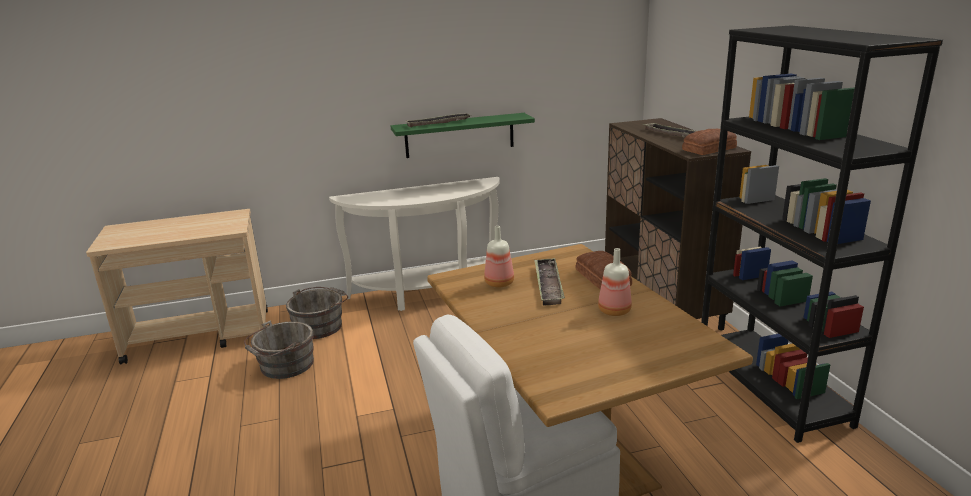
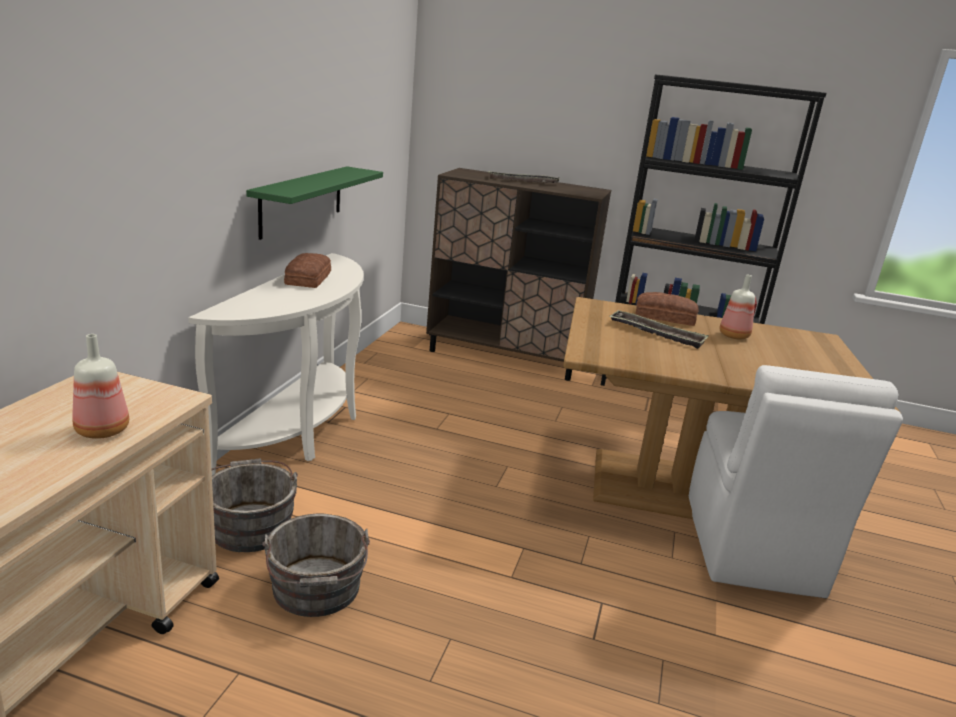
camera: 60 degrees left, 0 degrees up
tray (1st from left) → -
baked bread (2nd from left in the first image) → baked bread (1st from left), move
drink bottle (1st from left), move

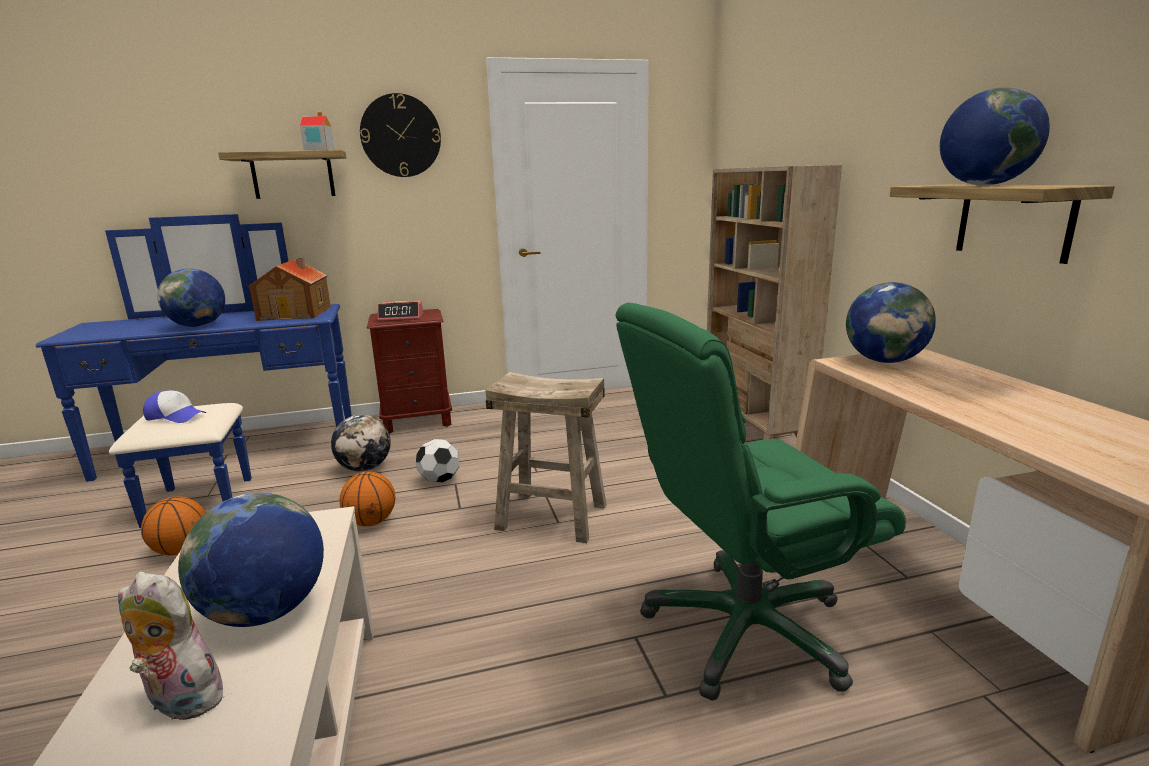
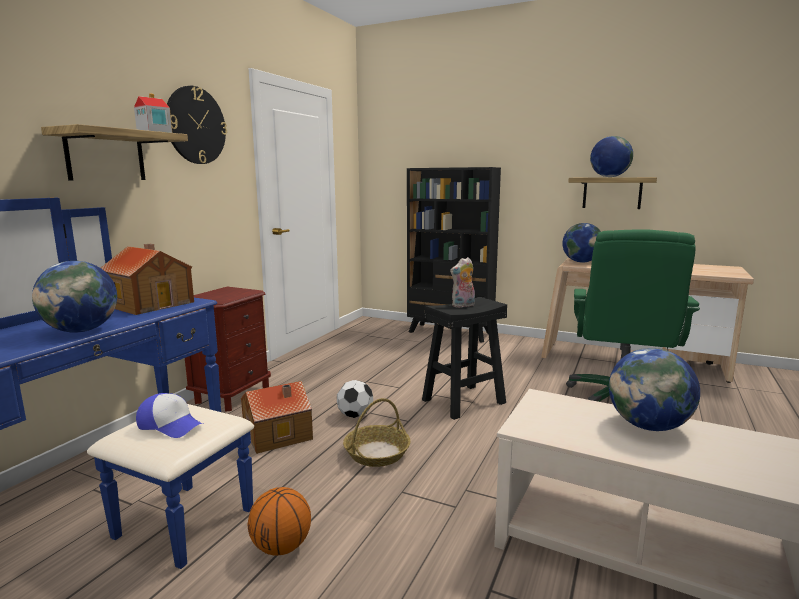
camera: 50 degrees left, 5 degrees down
beige bookcase → blackish bookcase
table clock → -
beige stool seat → blackish stool seat
baseball cap, 60 degrees clockwise
globe (3rd from left) → miniature house (3rd from left)
ball for basketball (2nd from left) → storage basket
soft toy, move

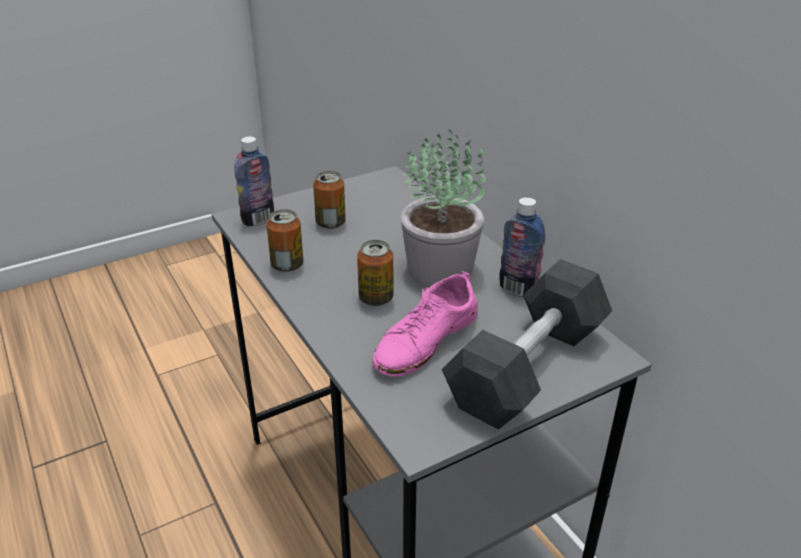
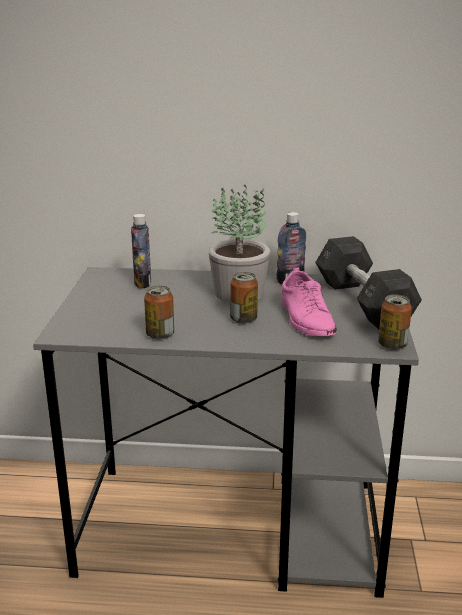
camera: 55 degrees left, 10 degrees down
drink bottle (1st from left), move
metal can (2nd from left in the first image) → metal can (3rd from left), move

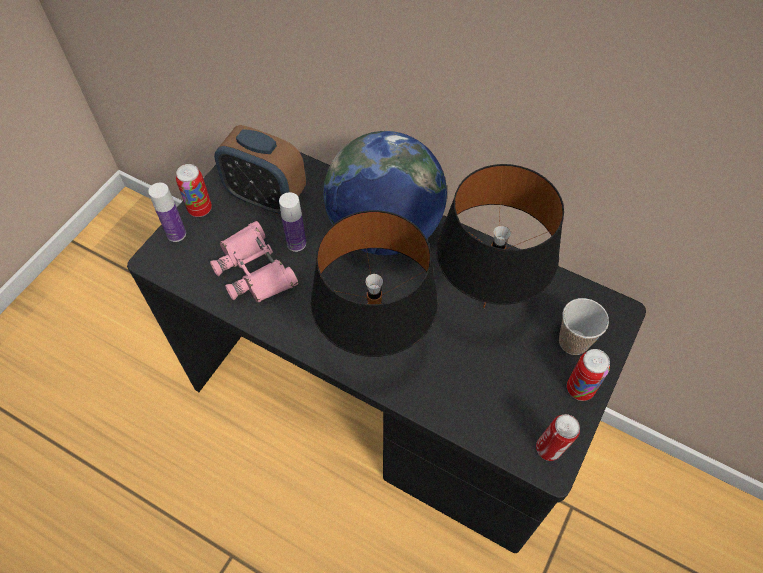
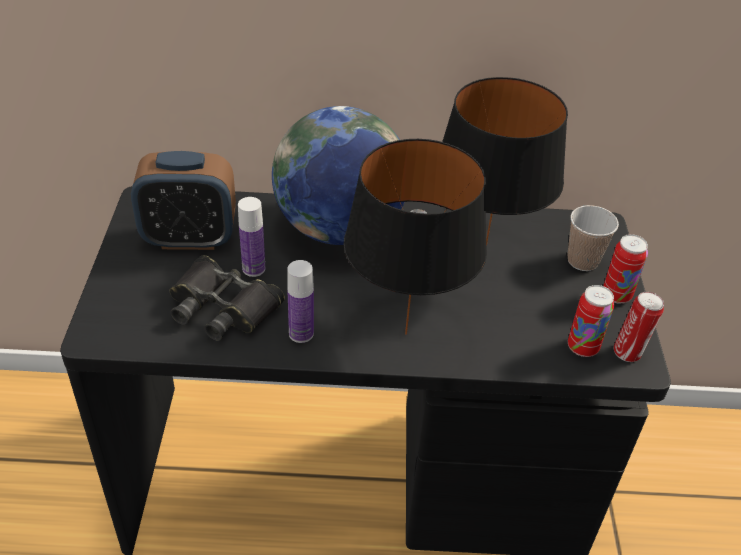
camera: 30 degrees left, 15 degrees down
metal can (1st from left), move
drink bottle (1st from left in the first image) → drink bottle (2nd from left), move
pink binoculars → blackish binoculars

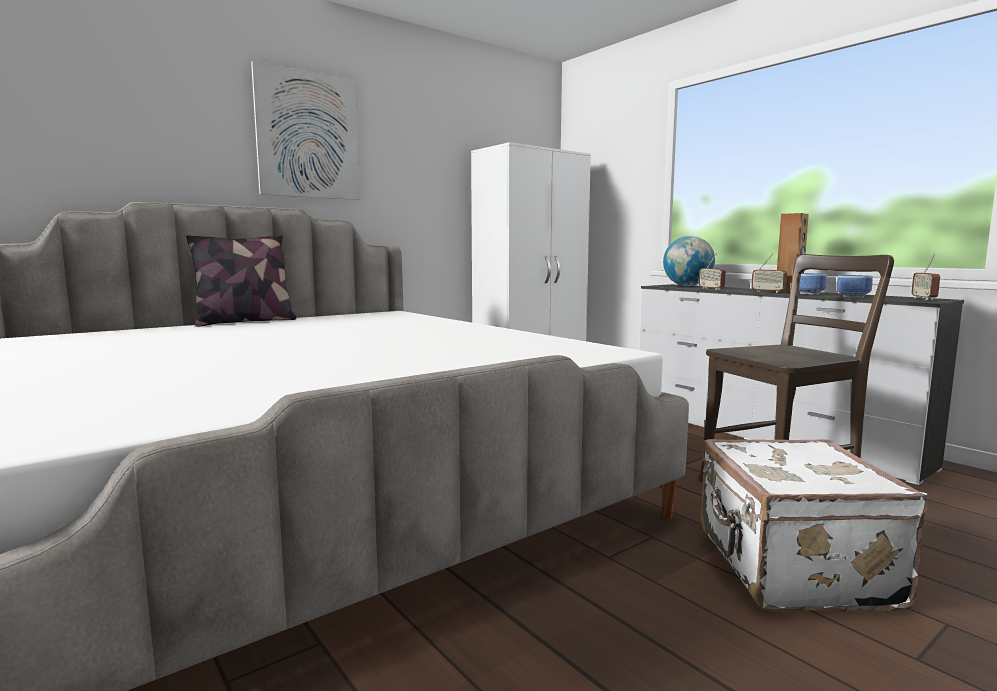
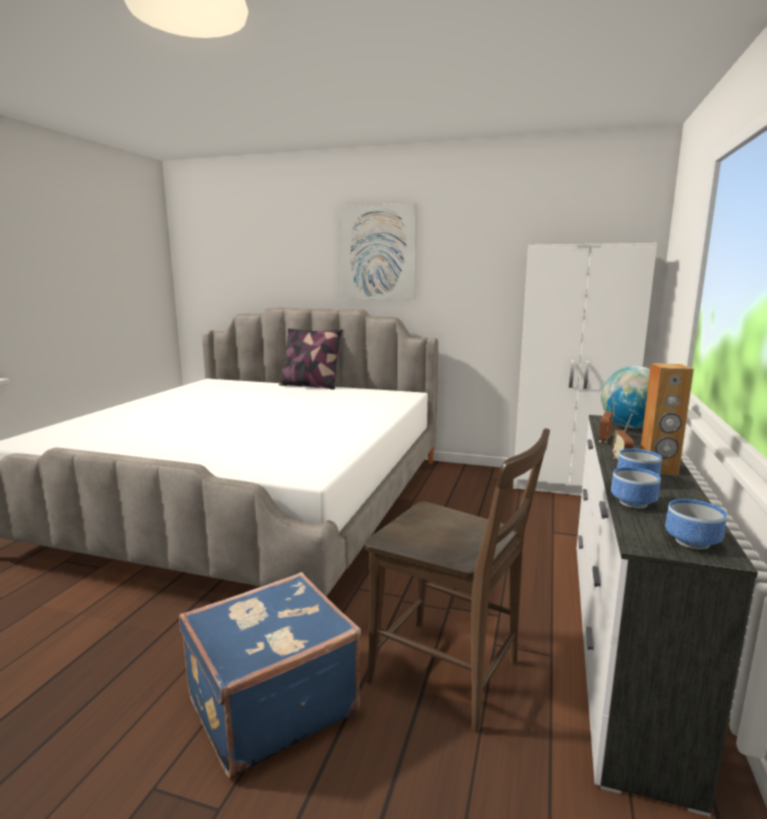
camera: 55 degrees right, 5 degrees up
radio receiver (3rd from left) → serving bowl (3rd from left)
white-coloured travel case → blue-coloured travel case

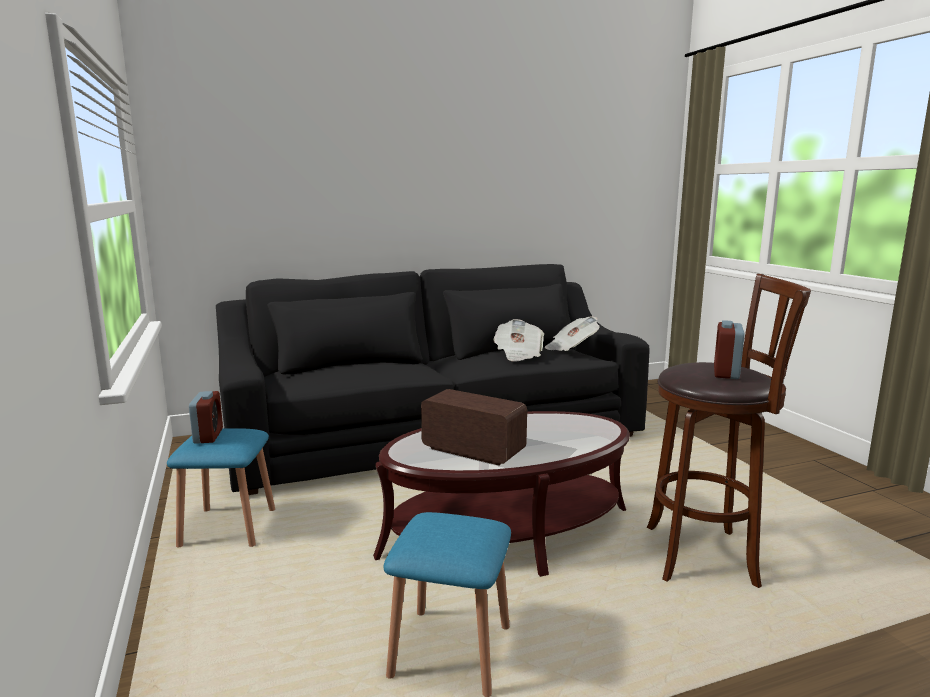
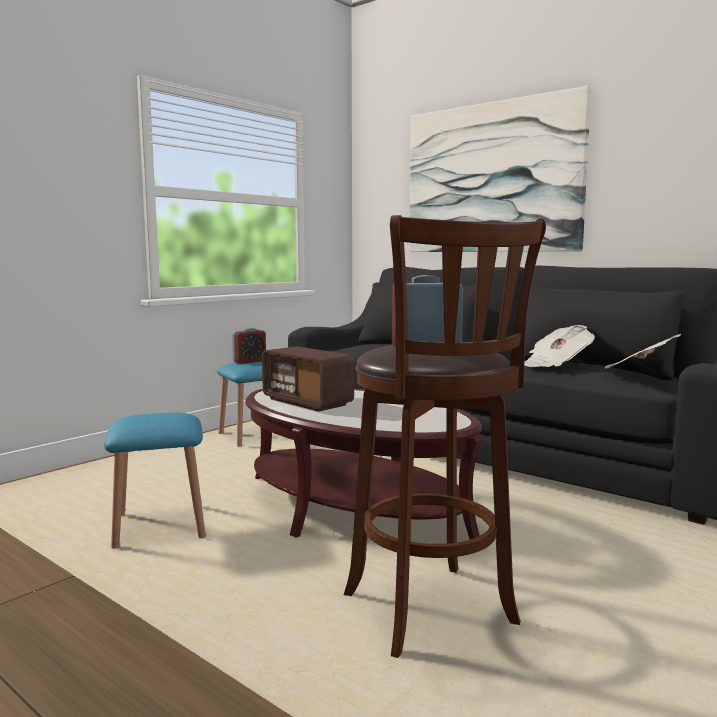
camera: 60 degrees right, 5 degrees down
radio receiver, 135 degrees clockwise
- → picture

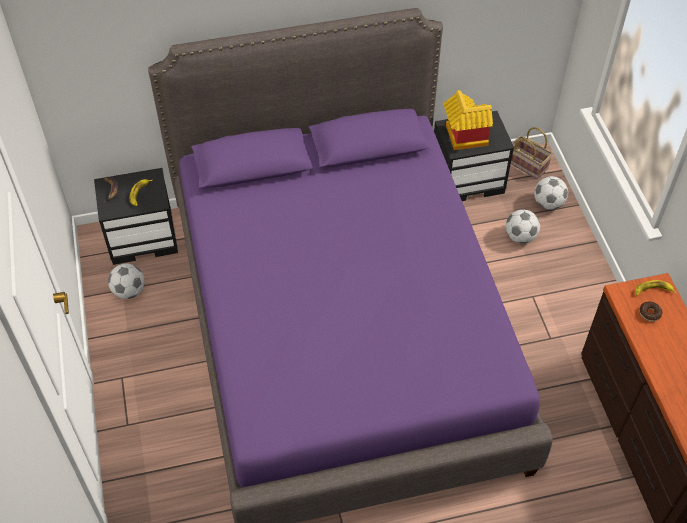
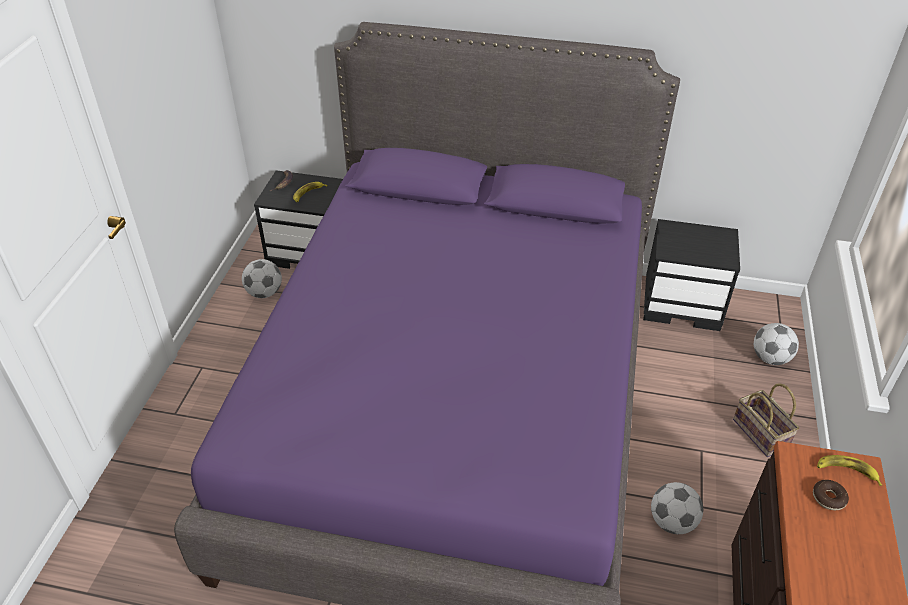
camera: 25 degrees right, 10 degrees down
miniature house → -
storage basket, move
ball for football (2nd from left), move

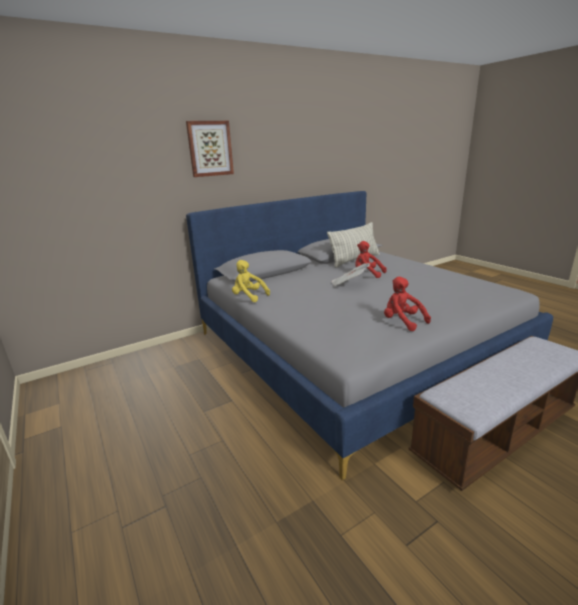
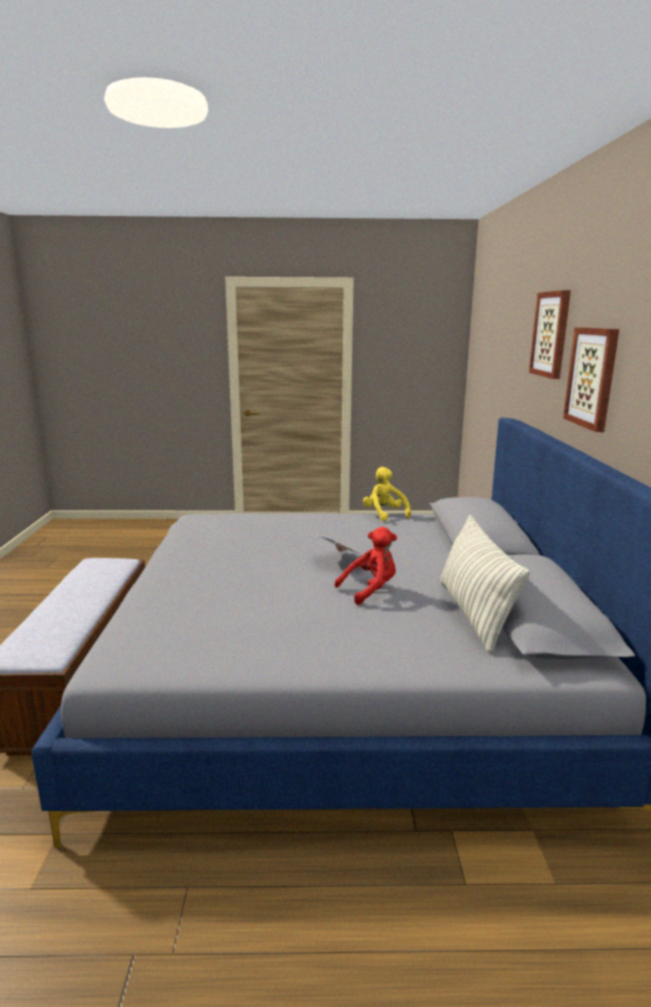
camera: 120 degrees right, 5 degrees down
yellow-coloured soft toy, 90 degrees counterclockwise
red-coloured soft toy (2nd from left) → -
- → picture (2nd from left)

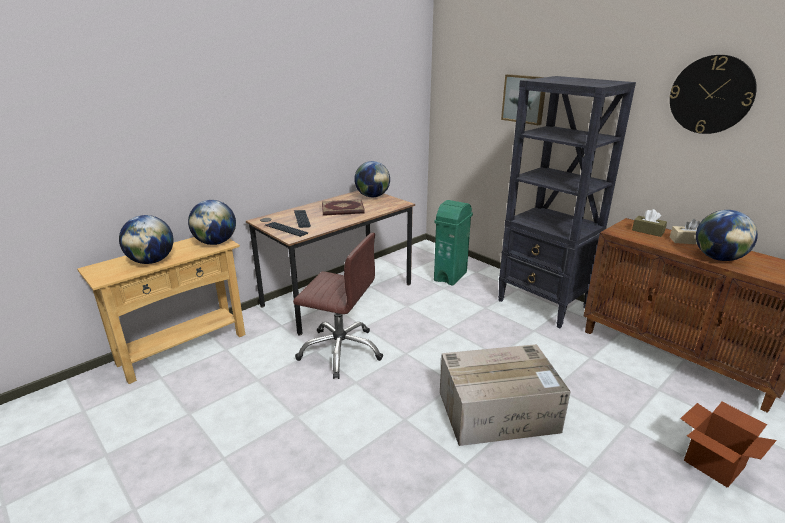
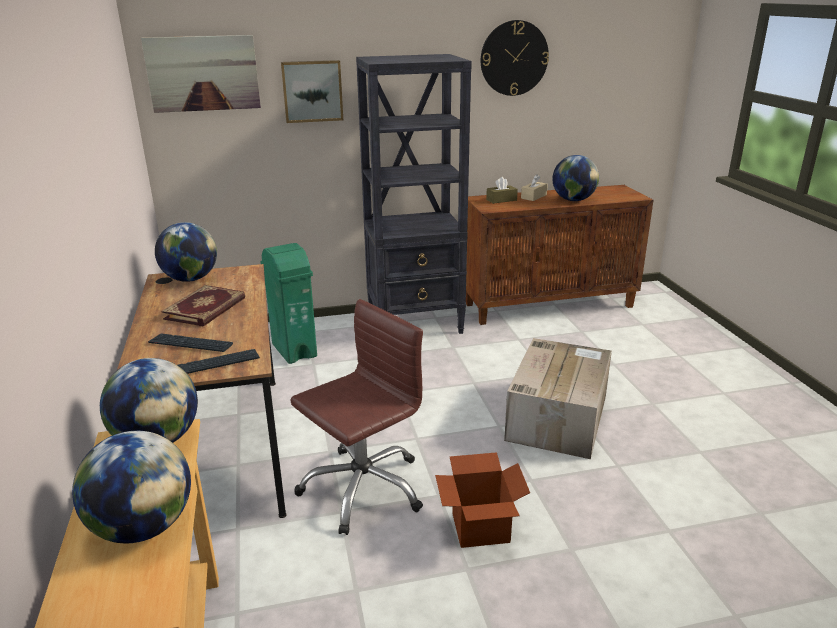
camera: 60 degrees left, 0 degrees up
packing box (2nd from left in the first image) → packing box (1st from left), move
- → picture (1st from left)

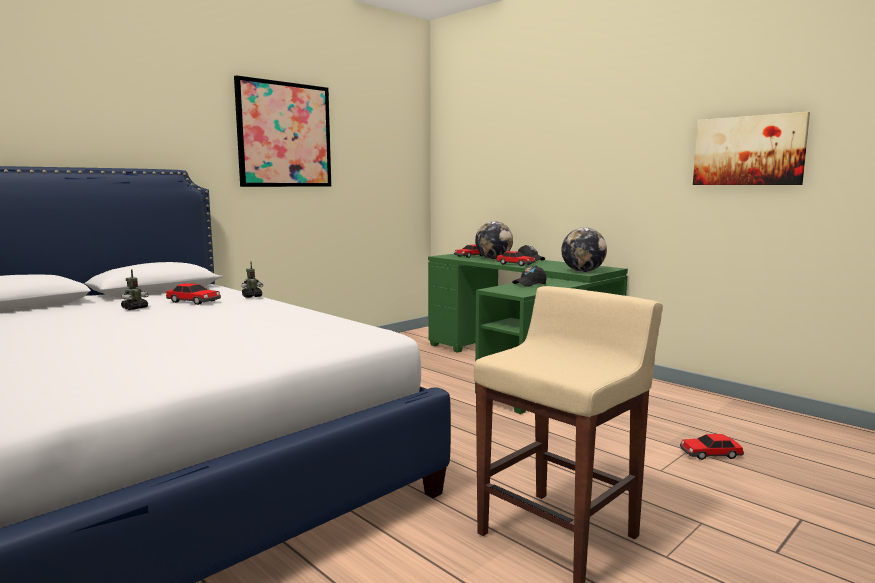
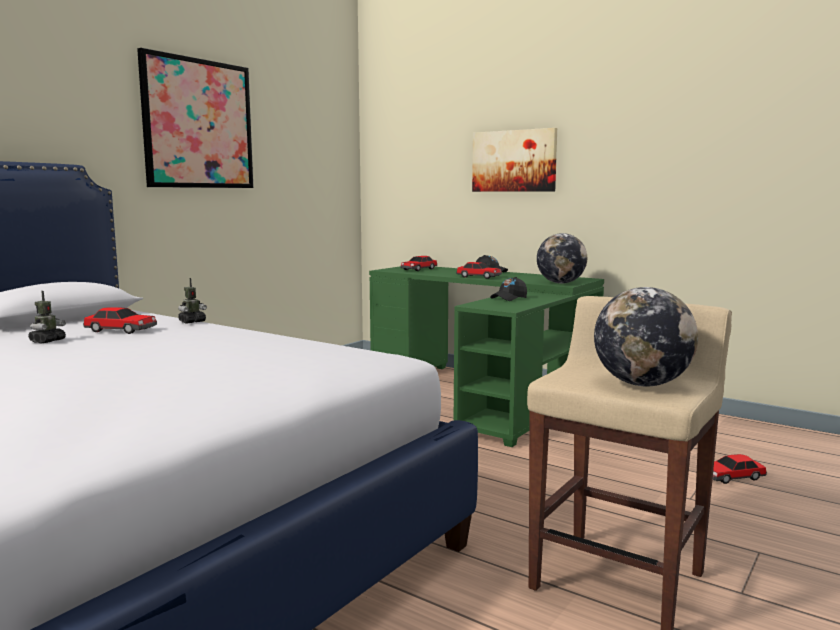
camera: 10 degrees left, 0 degrees up
picture (2nd from left), move
globe (1st from left in the first image) → globe (2nd from left), move

